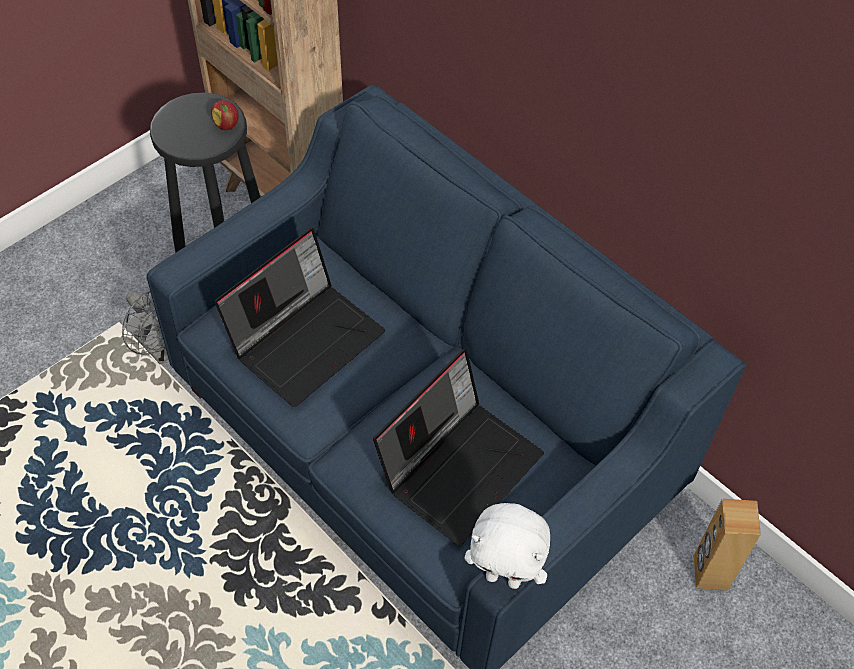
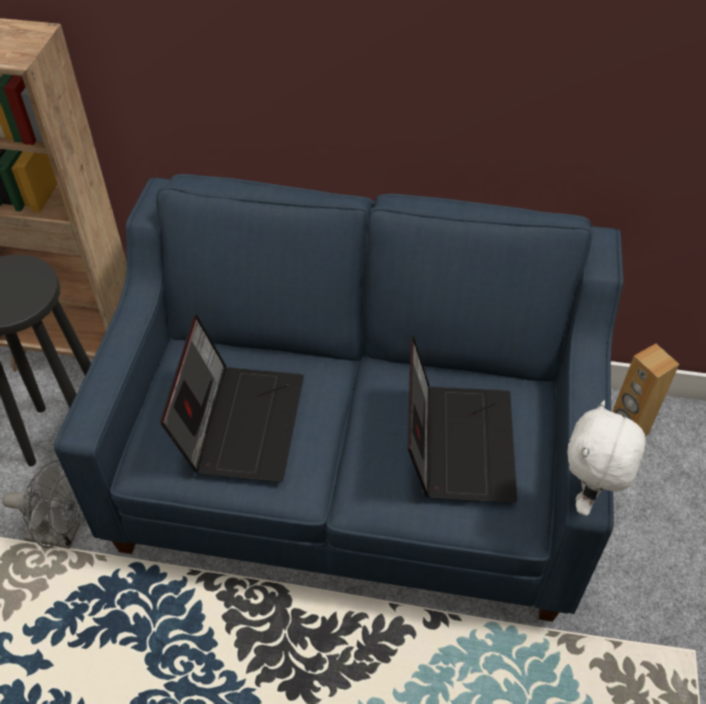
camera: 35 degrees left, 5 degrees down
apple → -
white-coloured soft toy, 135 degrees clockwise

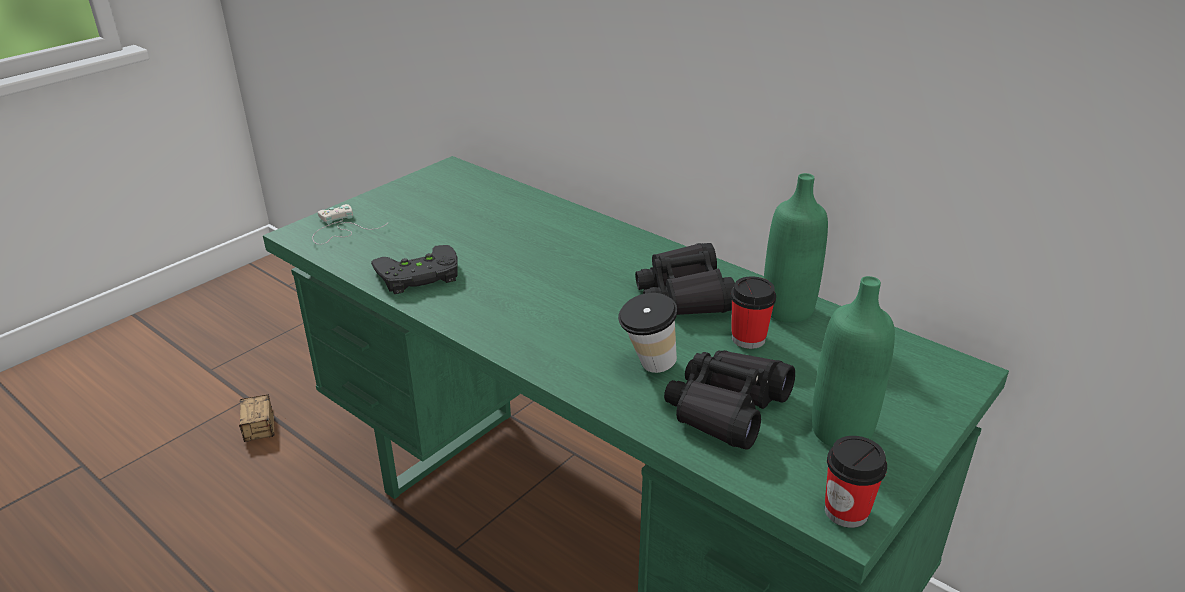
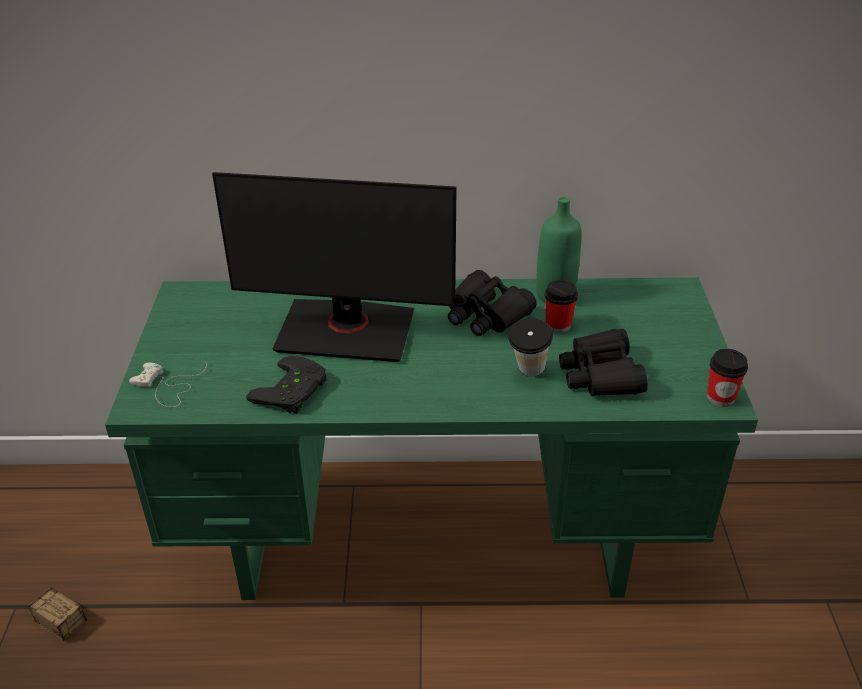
camera: 40 degrees left, 5 degrees up
green-coloured drink bottle (2nd from left) → -
- → computer display

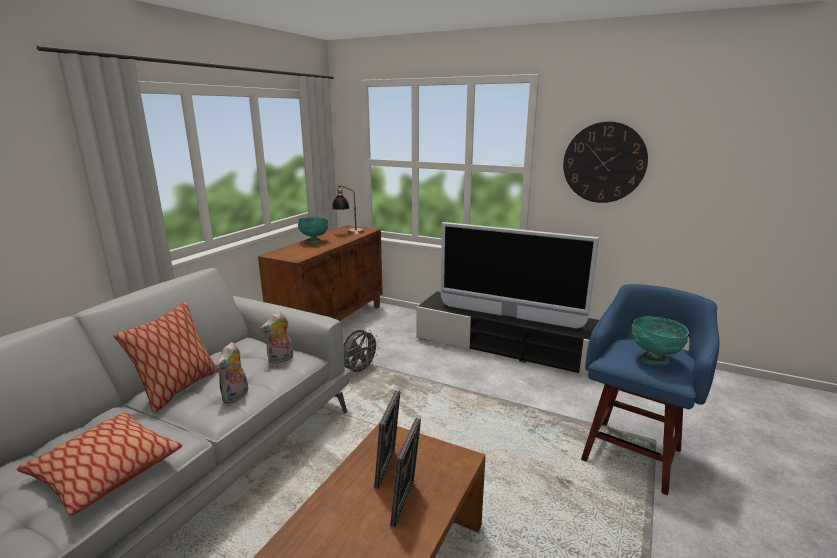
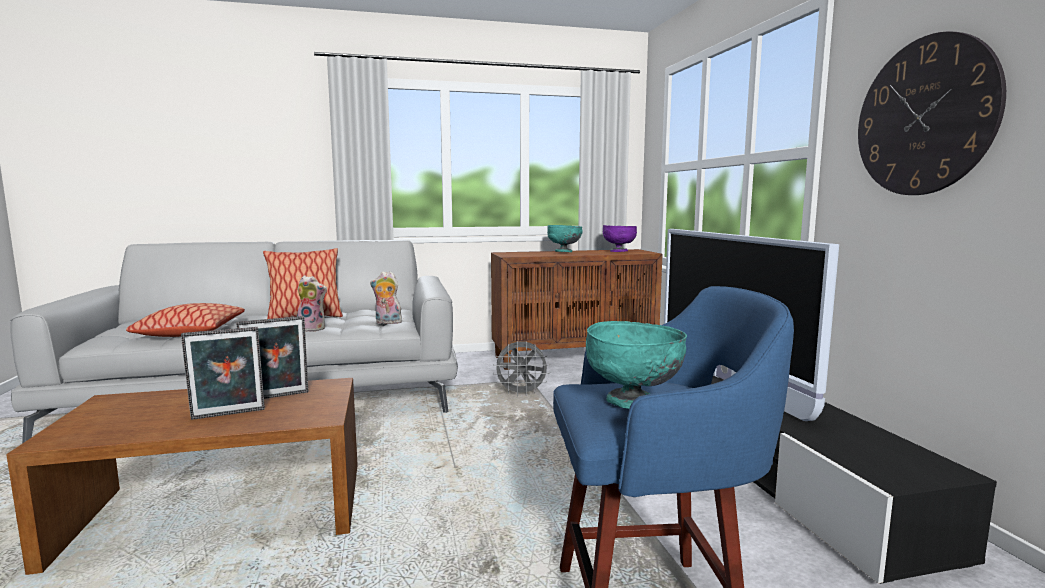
camera: 50 degrees right, 10 degrees down
lamp for a table → purplish serving bowl
soft toy (1st from left), 150 degrees counterclockwise

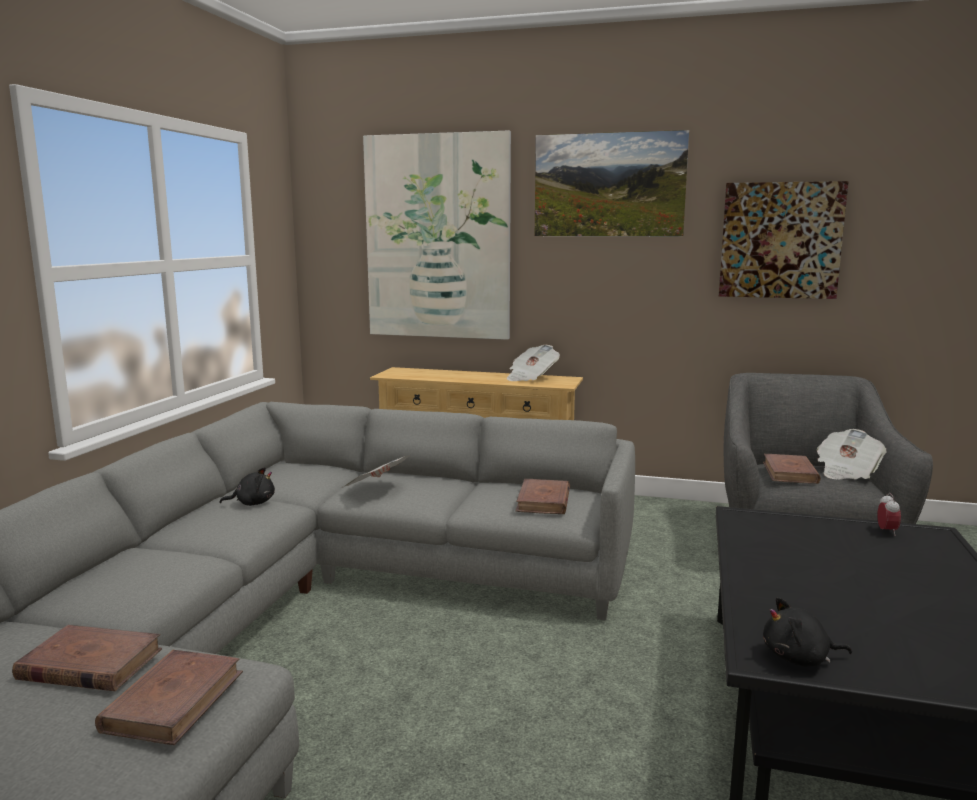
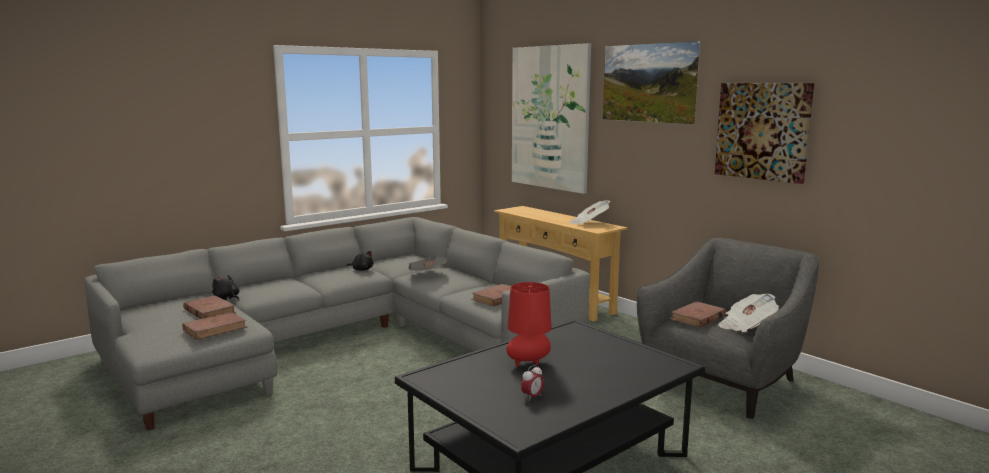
camera: 35 degrees right, 0 degrees up
table clock, move
blackish soft toy (2nd from left in the first image) → blackish soft toy (1st from left), move
- → red-coloured lamp for a table

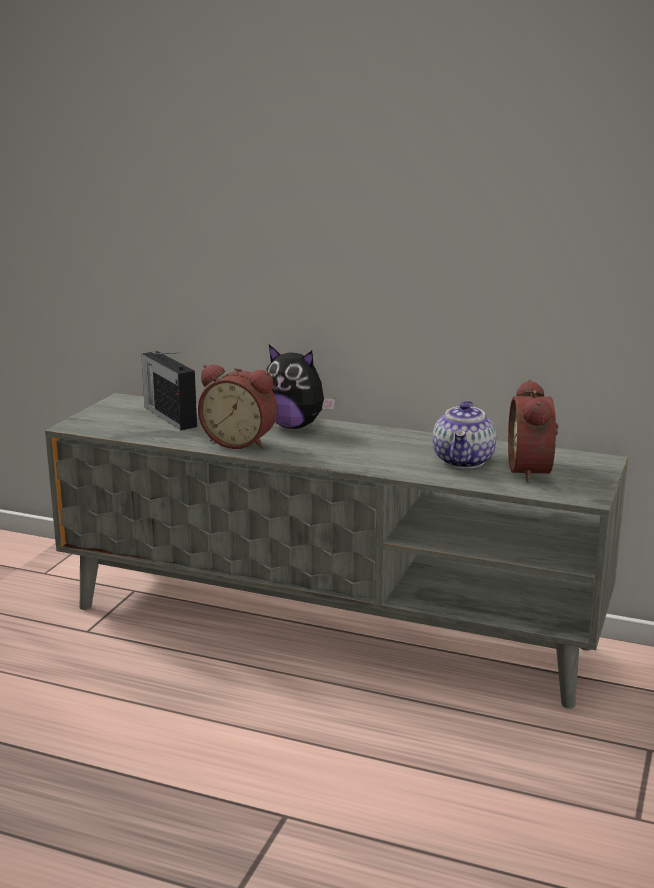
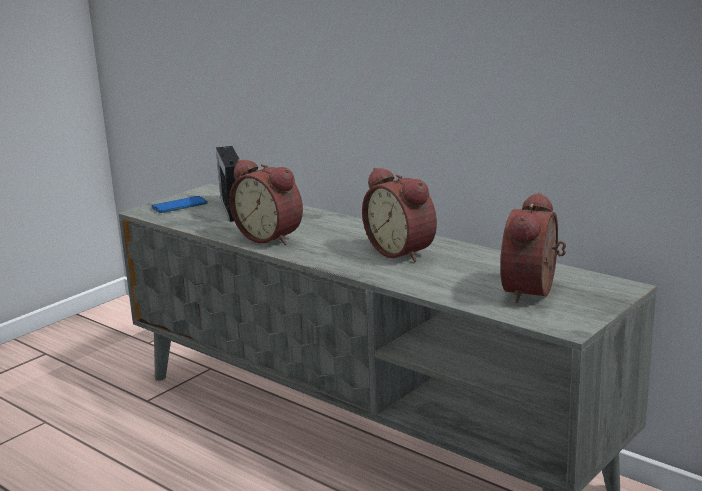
camera: 20 degrees right, 0 degrees up
soft toy → -
tea pot → -
- → table clock (2nd from left)
- → telephone

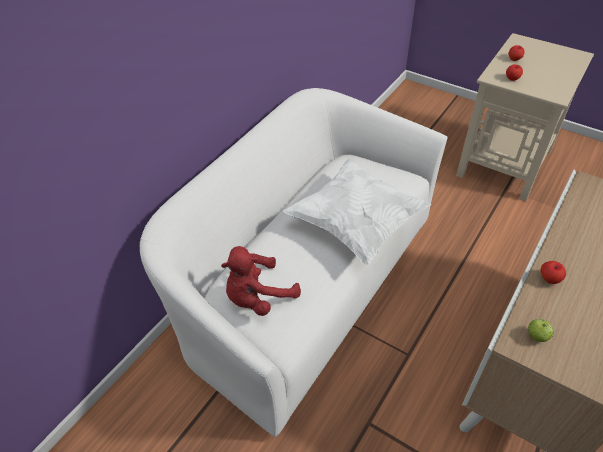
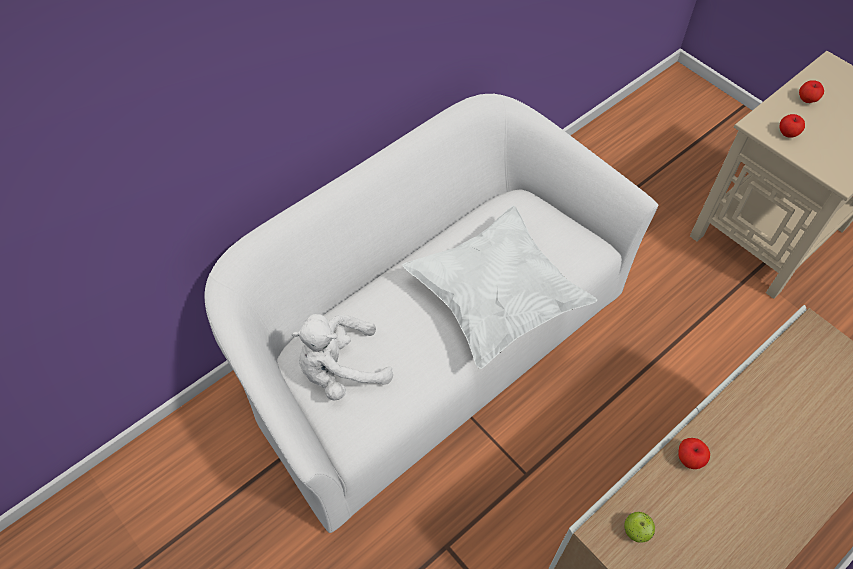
camera: 15 degrees right, 10 degrees up
red-coloured soft toy → white-coloured soft toy

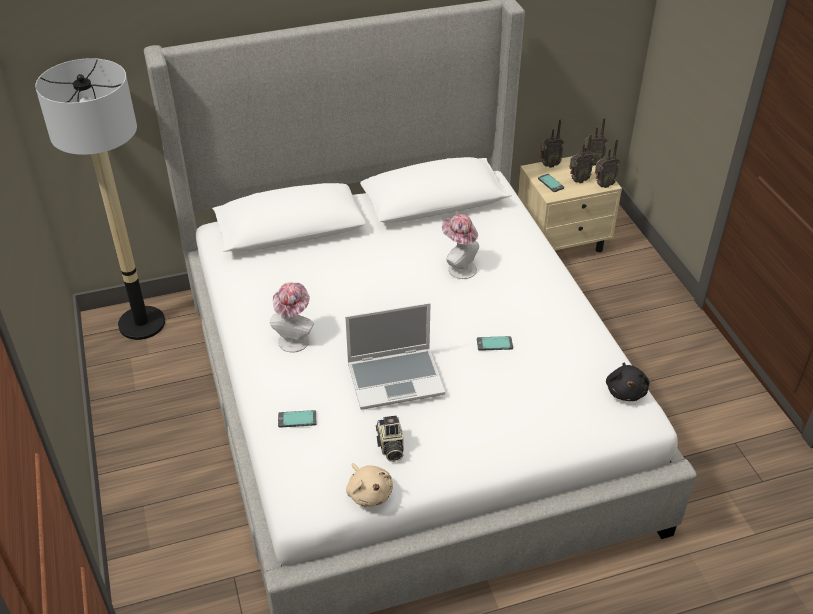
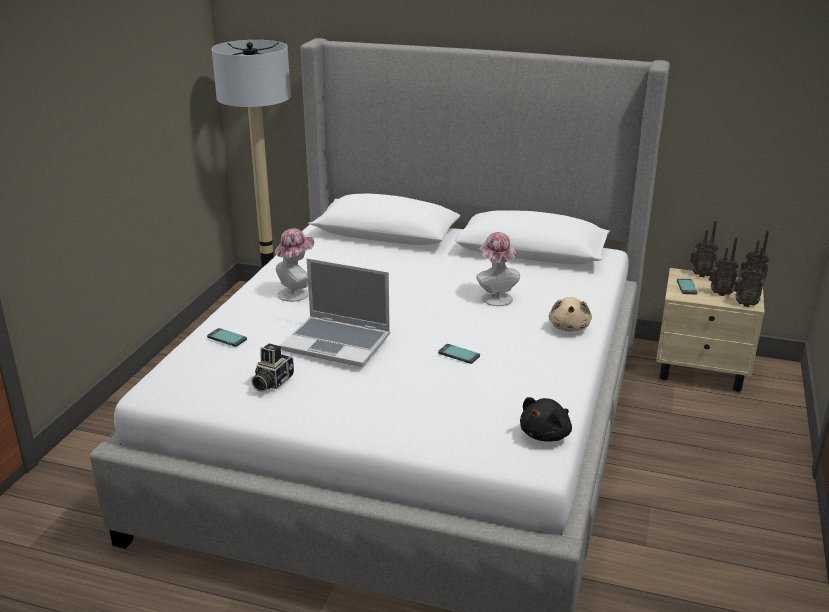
camera: 35 degrees right, 15 degrees down
beige soft toy, move

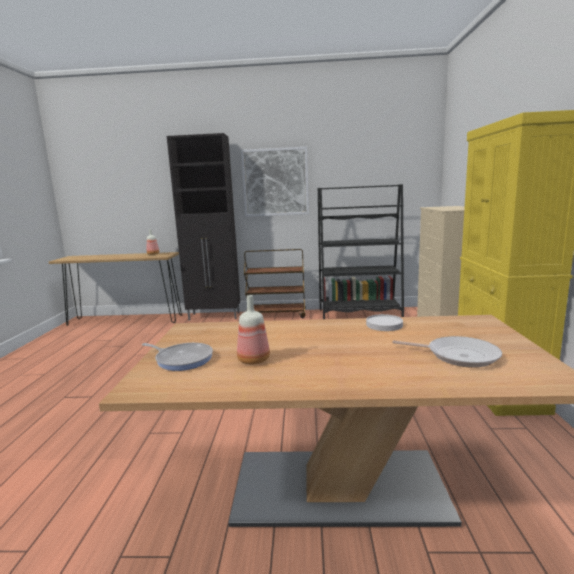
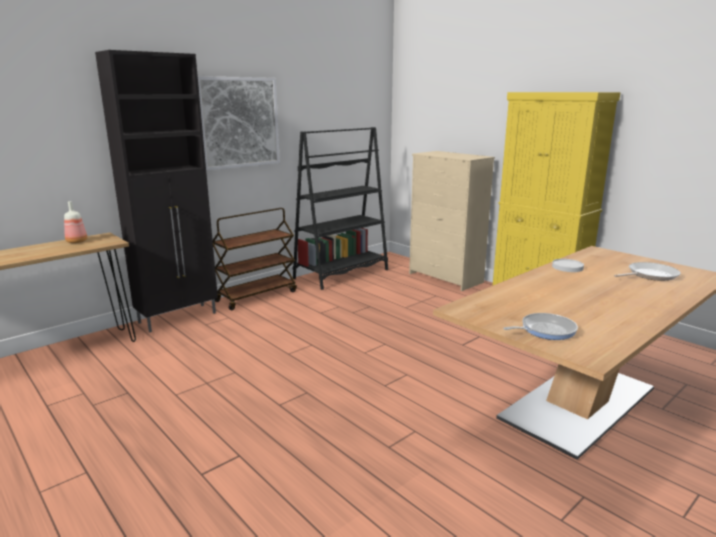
camera: 45 degrees left, 5 degrees up
drink bottle (2nd from left) → -

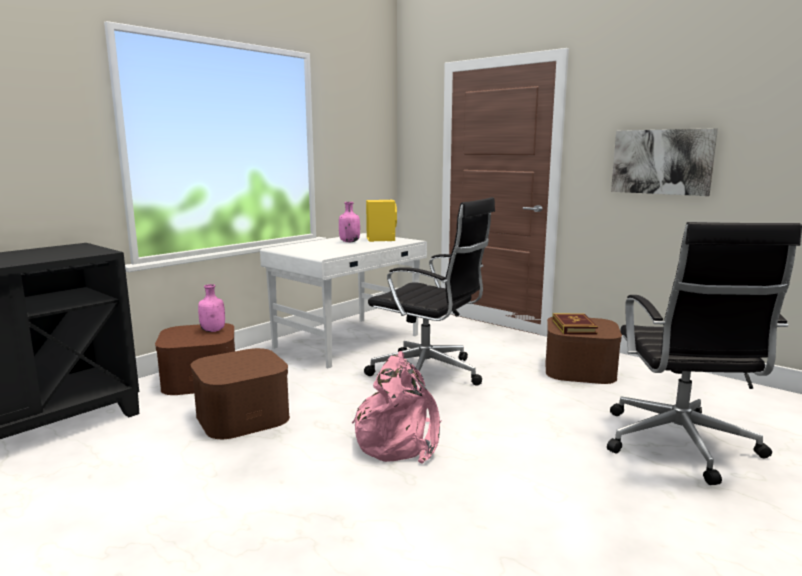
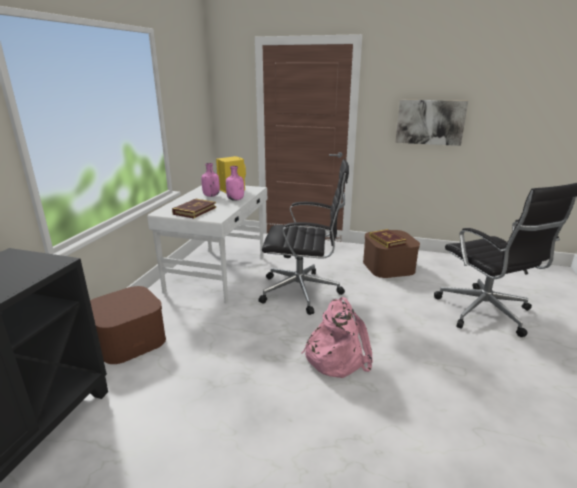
camera: 25 degrees left, 10 degrees up
pink drink bottle (1st from left in the first image) → pink drink bottle (2nd from left), move
brown-coloured storage box (2nd from left) → -
- → book (1st from left)

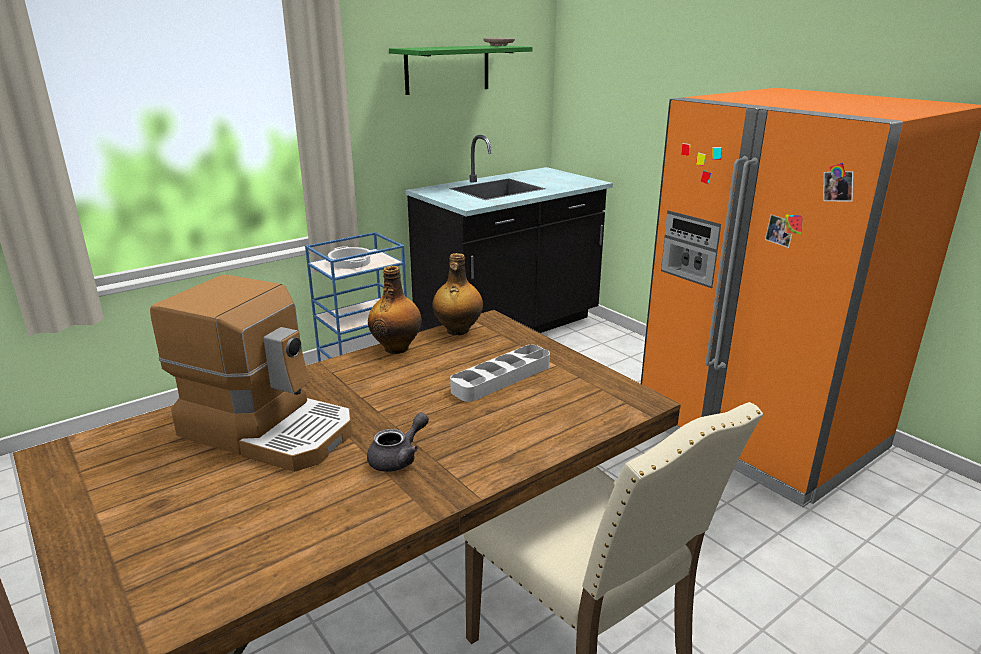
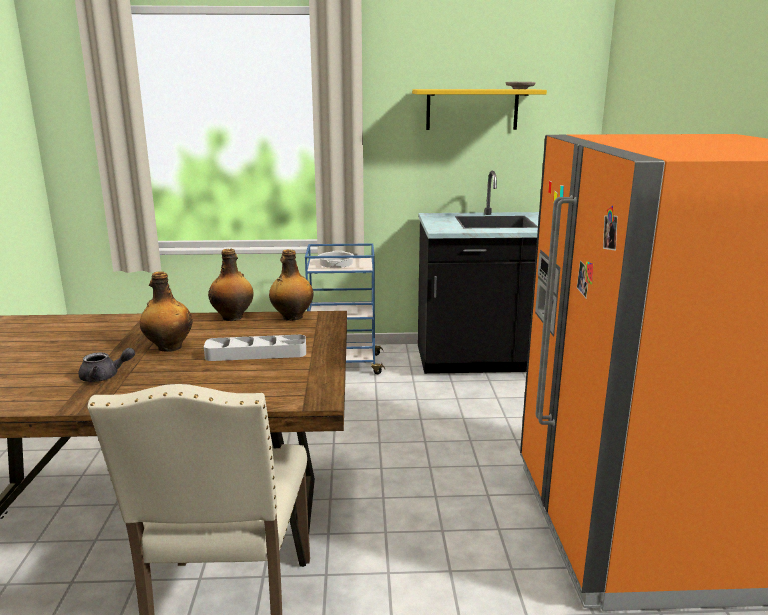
camera: 35 degrees right, 5 degrees down
green-coloured wall shelf → yellow-coloured wall shelf
coffee maker → -
- → drink bottle (1st from left)

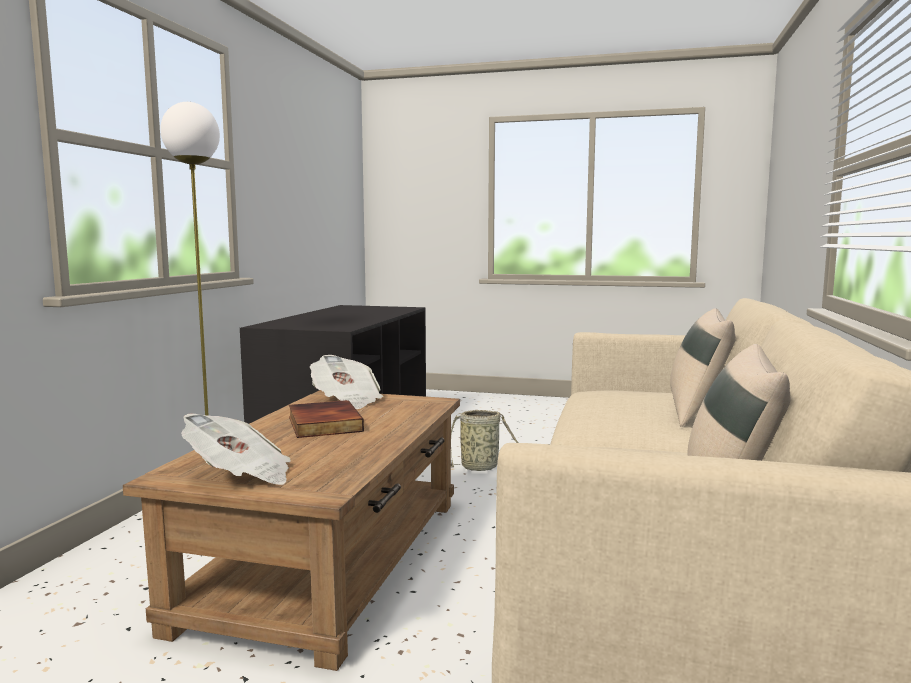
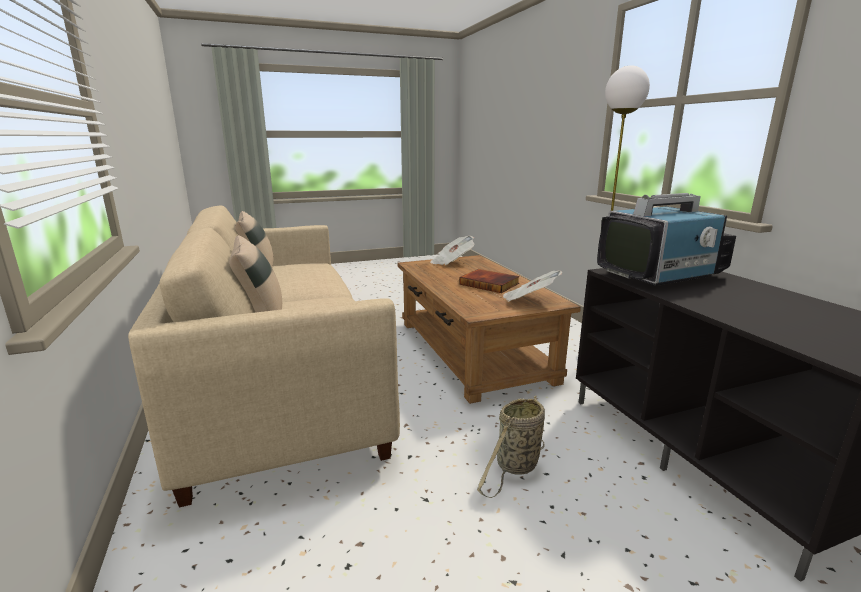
camera: 145 degrees right, 10 degrees up
- → TV set

